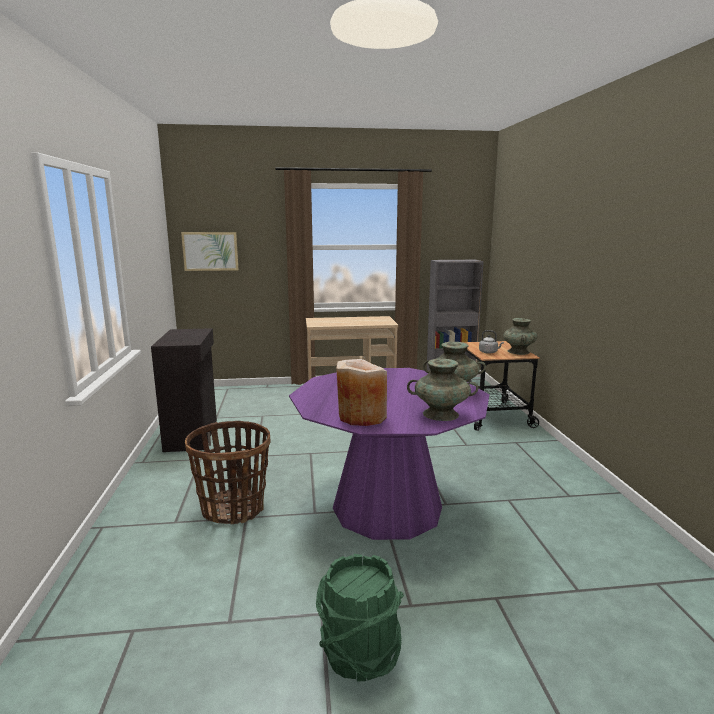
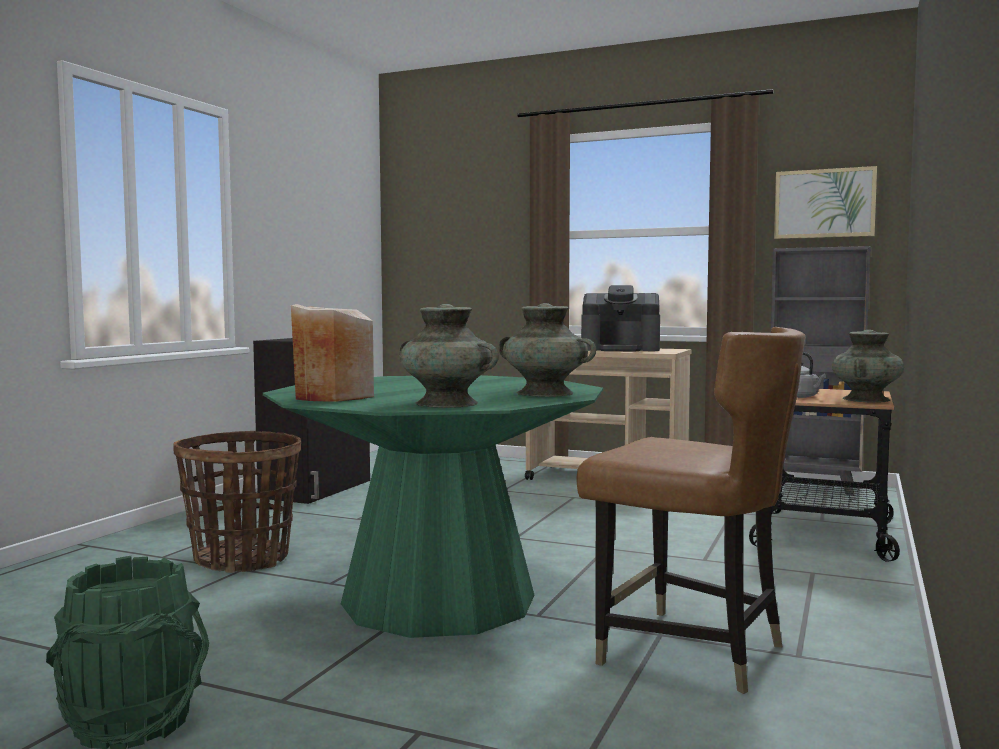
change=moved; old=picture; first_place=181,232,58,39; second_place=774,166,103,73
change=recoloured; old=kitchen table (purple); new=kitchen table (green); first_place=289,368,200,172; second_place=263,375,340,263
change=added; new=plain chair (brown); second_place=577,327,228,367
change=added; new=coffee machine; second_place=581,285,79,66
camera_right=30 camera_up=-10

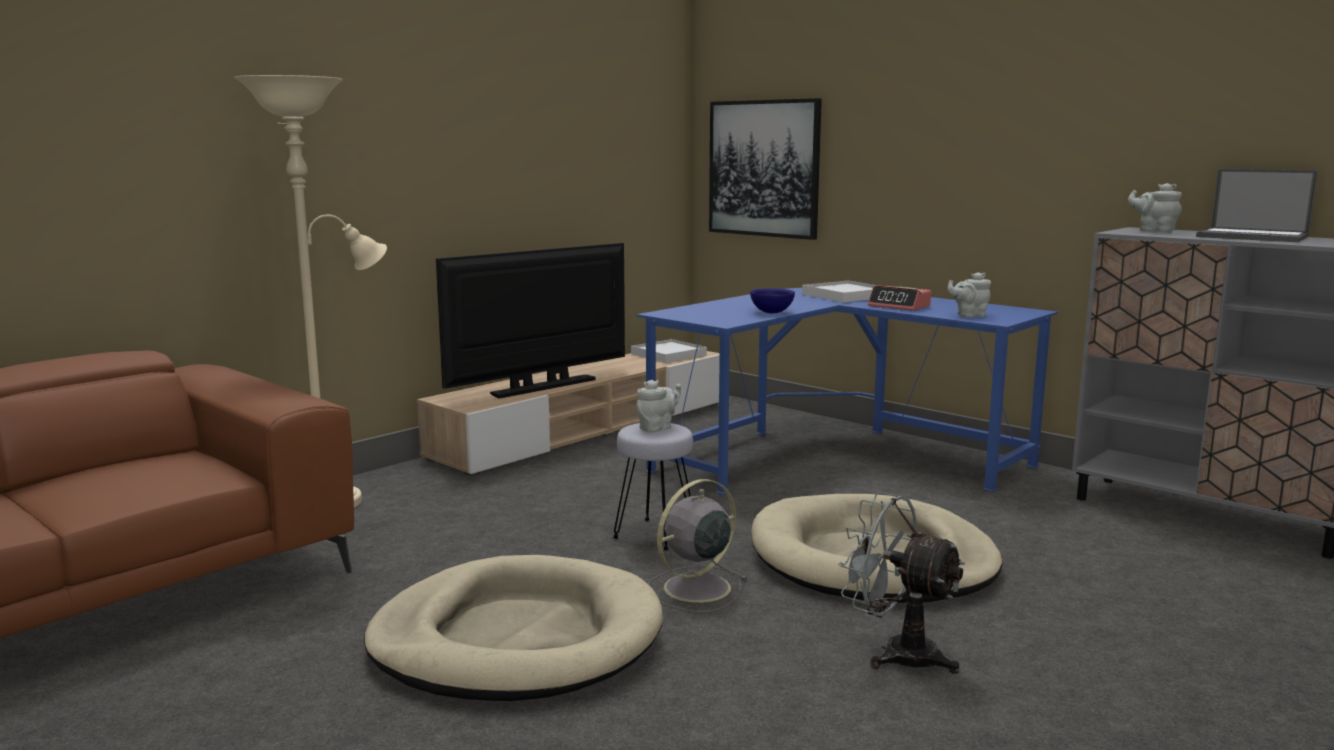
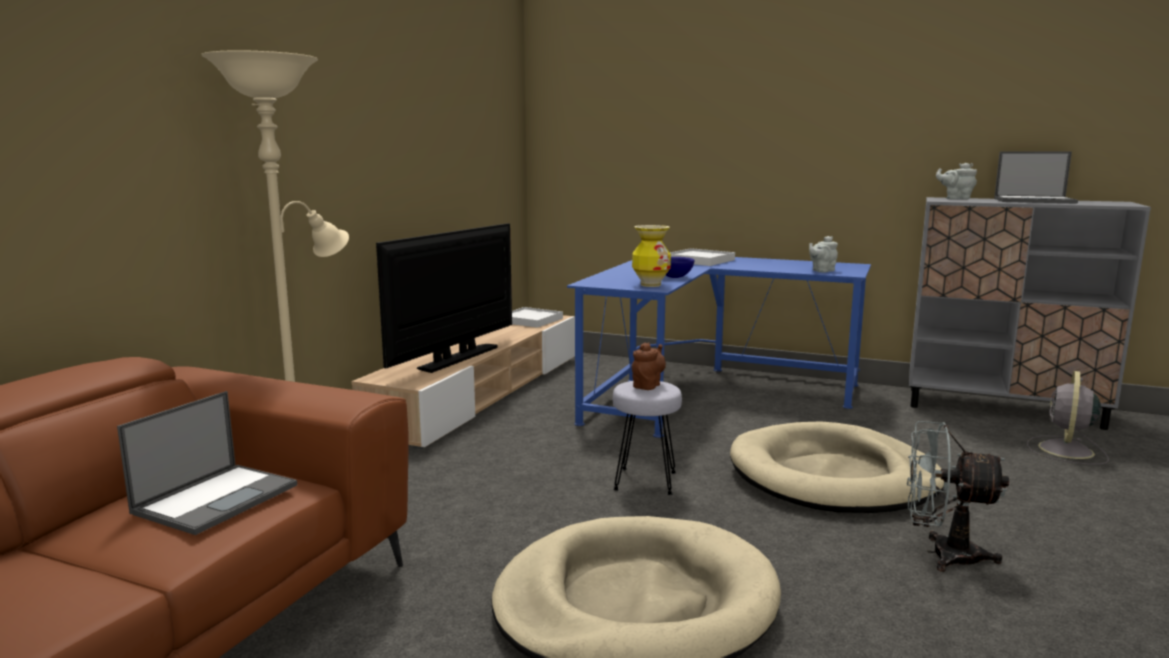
change=recoloured; old=tea pot (gray); new=tea pot (brown); first_place=636,380,45,52; second_place=632,342,34,48
change=moved; old=fan (gray); first_place=648,479,100,133; second_place=1027,371,82,94
change=removed; old=picture; first_place=709,98,113,142
change=removed; old=table clock; first_place=868,285,63,26
change=added; new=laptop; second_place=117,391,180,144
change=added; new=vase; second_place=632,225,39,62
camera_right=-20 camera_up=0

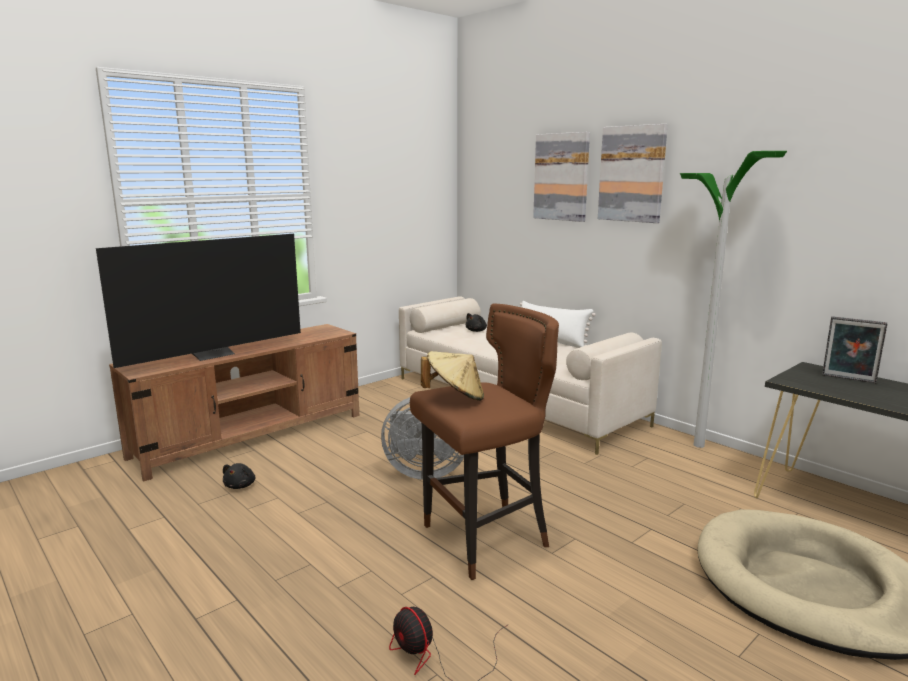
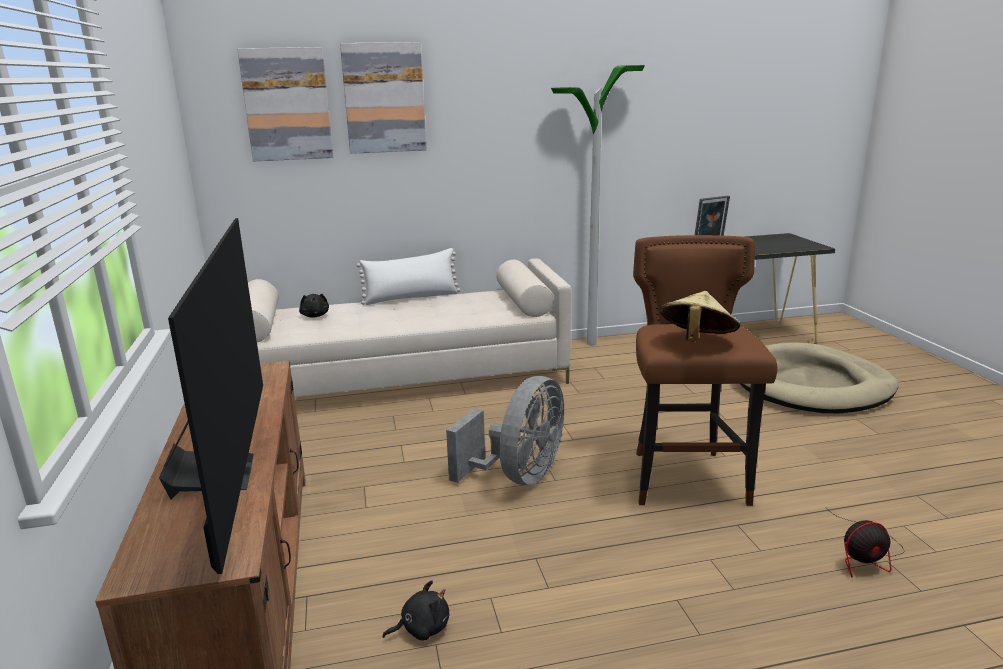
change=turned; old=soft toy (black); first_place=223,463,32,26; second_place=382,580,67,61; degrees=-60
change=moved; old=picture; first_place=598,124,70,99; second_place=237,47,96,114
camera_right=-60 camera_up=5

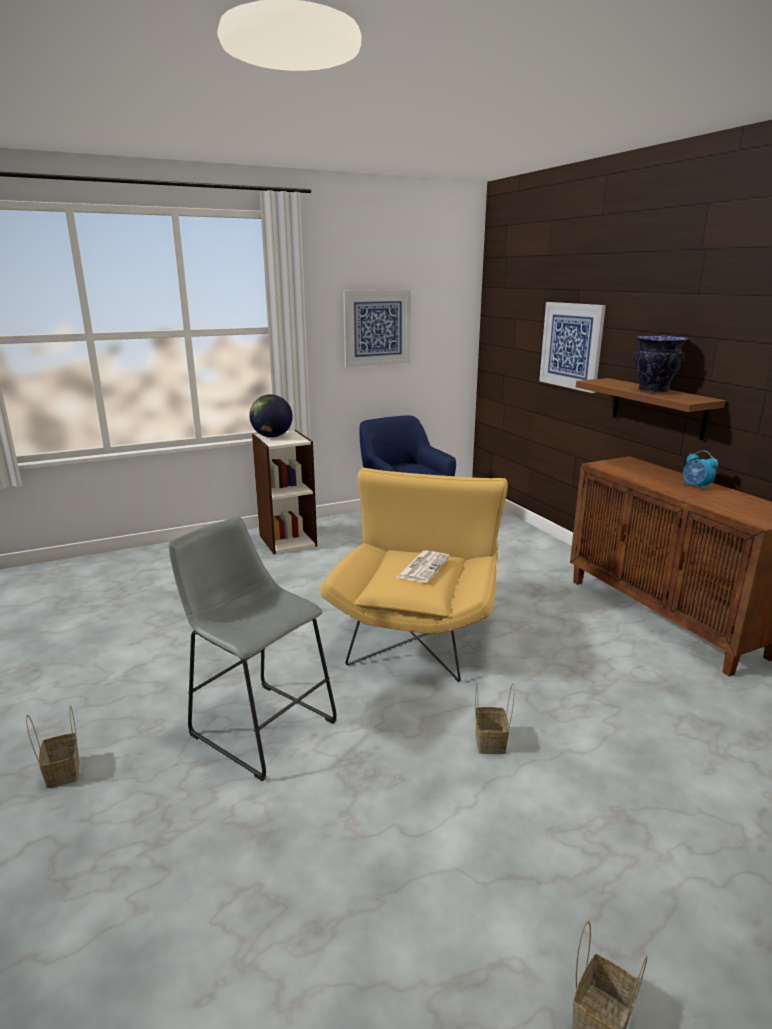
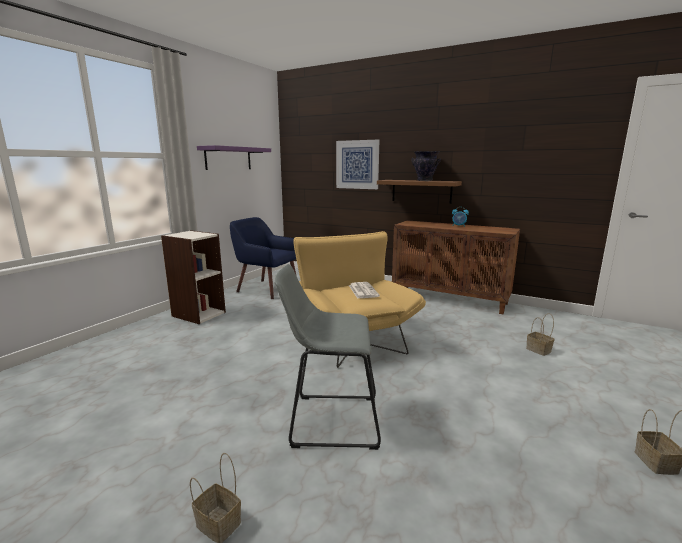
change=removed; old=world globe; first_place=249,394,44,43
change=replaced; old=picture; new=bracket shelf (purple); first_place=343,290,68,77; second_place=197,145,74,25
change=moved; old=basket; first_place=475,683,40,71; second_place=526,313,28,43
camera_right=-35 camera_up=-5

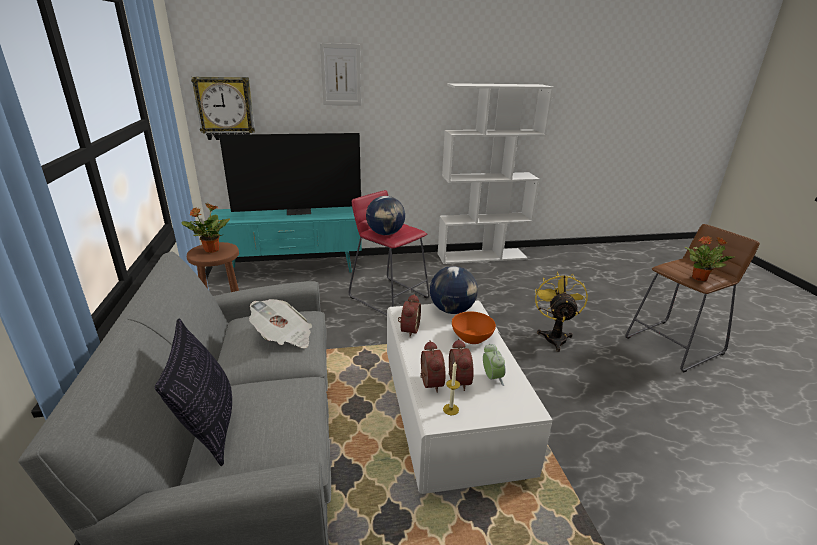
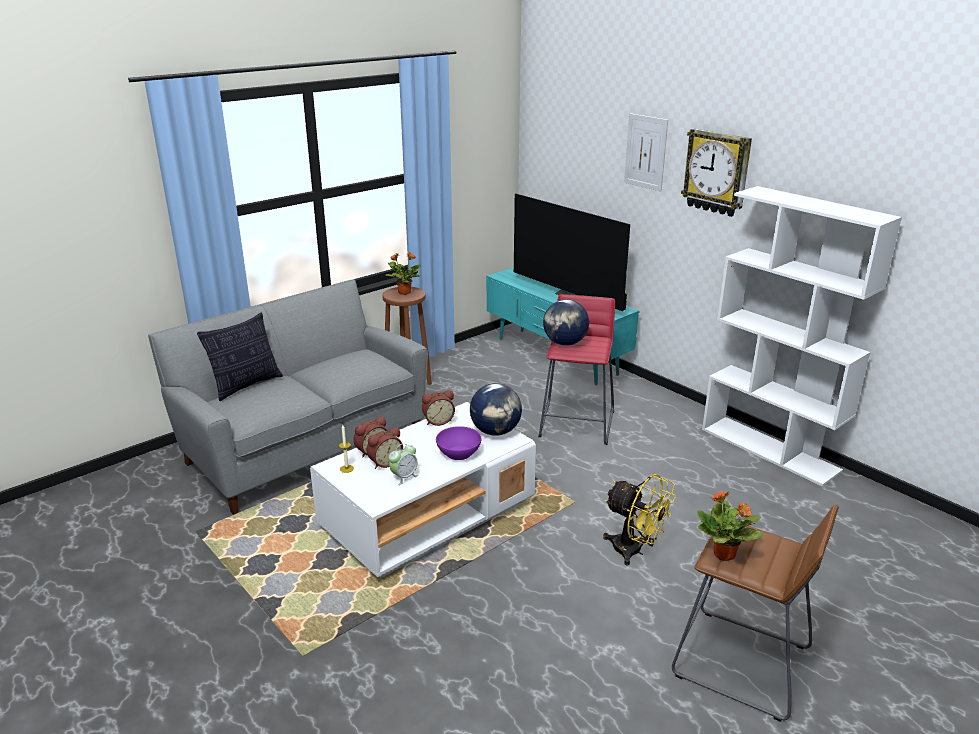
change=moved; old=hanging clock; first_place=191,77,64,63; second_place=681,128,71,89
change=removed; old=daily paper; first_place=249,299,63,49
change=recoloured; old=bowl (orange); new=bowl (purple); first_place=452,311,44,33; second_place=436,426,45,34
change=turned; old=fan (yellow-coloured); first_place=535,272,53,80; second_place=603,474,73,92; degrees=60
camera_right=60 camera_up=0

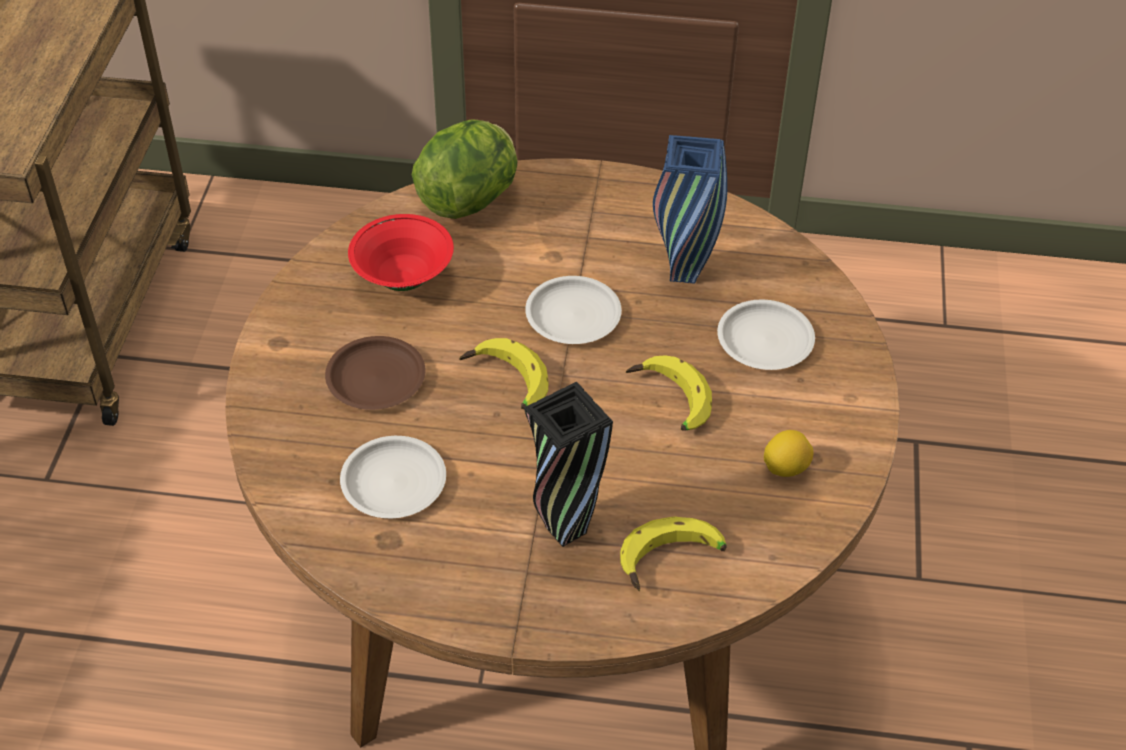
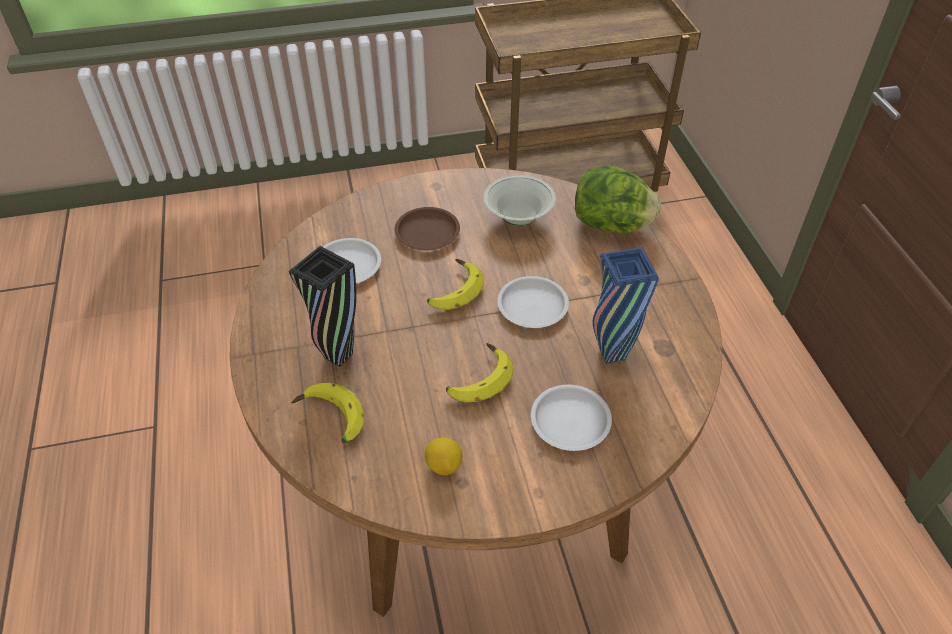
change=recoloured; old=bowl (red-coloured); new=bowl (whitish); first_place=348,214,106,77; second_place=483,175,73,51
camera_right=70 camera_up=0

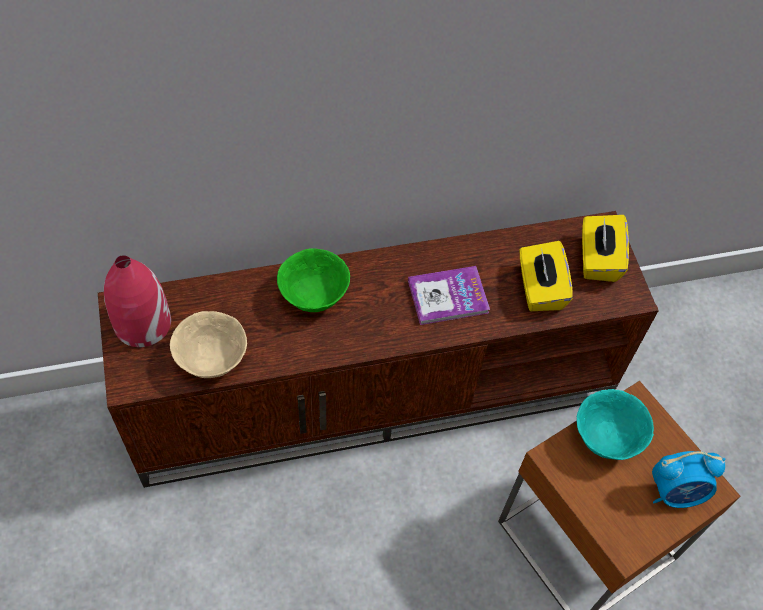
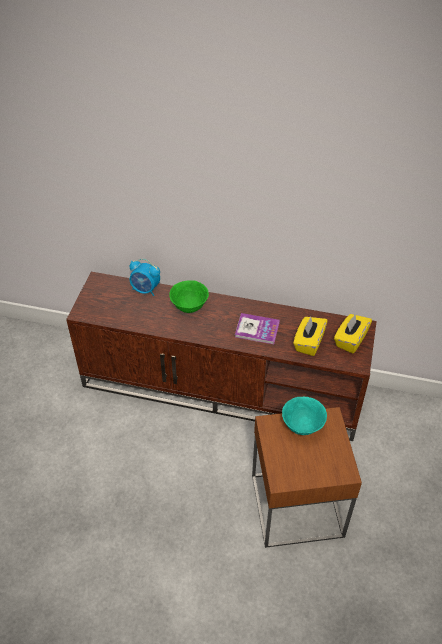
change=removed; old=vase (red-coloured); first_place=104,255,67,92
change=removed; old=bowl (sand-coloured); first_place=170,311,77,67
change=moved; old=table clock; first_place=652,451,73,57; second_place=129,259,31,37
camera_right=30 camera_up=-10

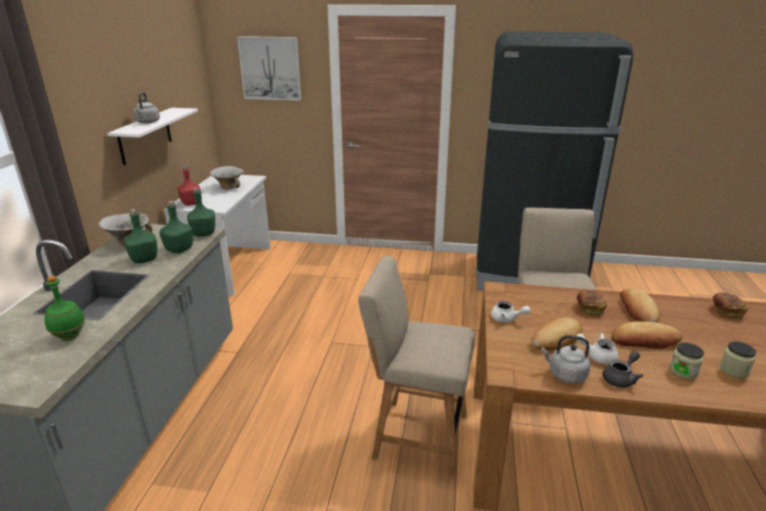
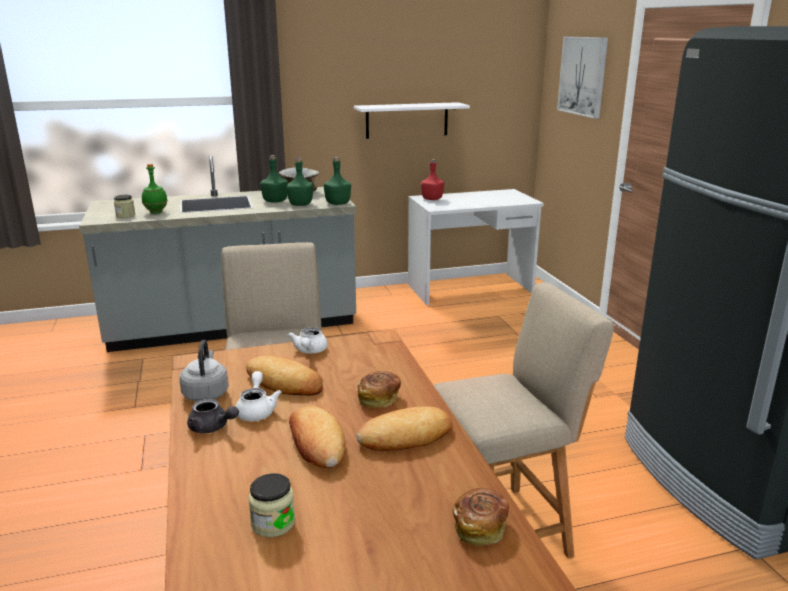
change=removed; old=kettle (gray); first_place=134,92,26,32
change=removed; old=bowl; first_place=210,166,34,24
change=moved; old=jar; first_place=670,343,34,36; second_place=114,195,21,23
camera_right=65 camera_up=-5

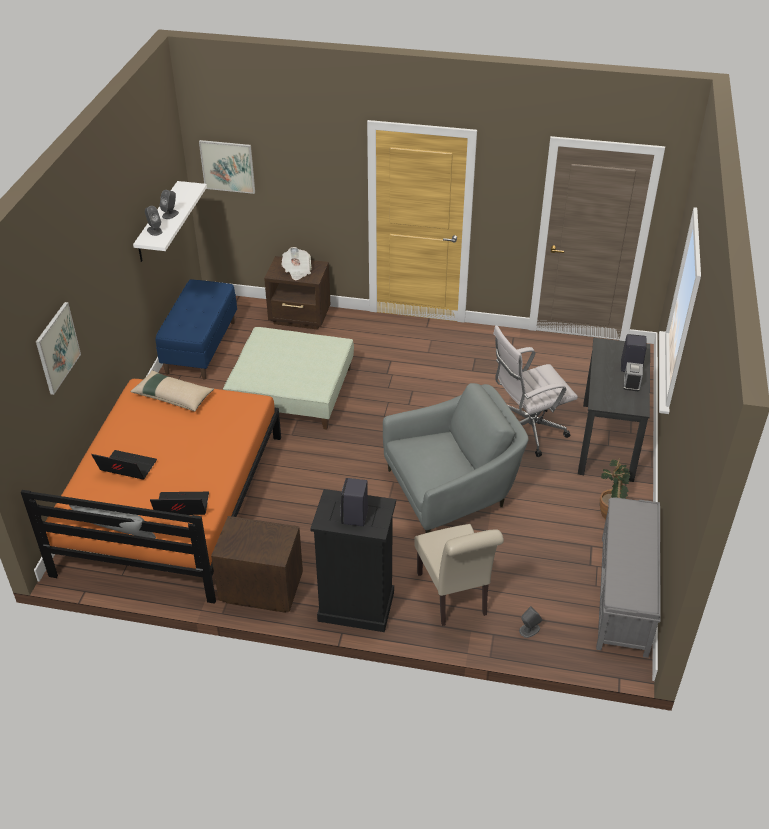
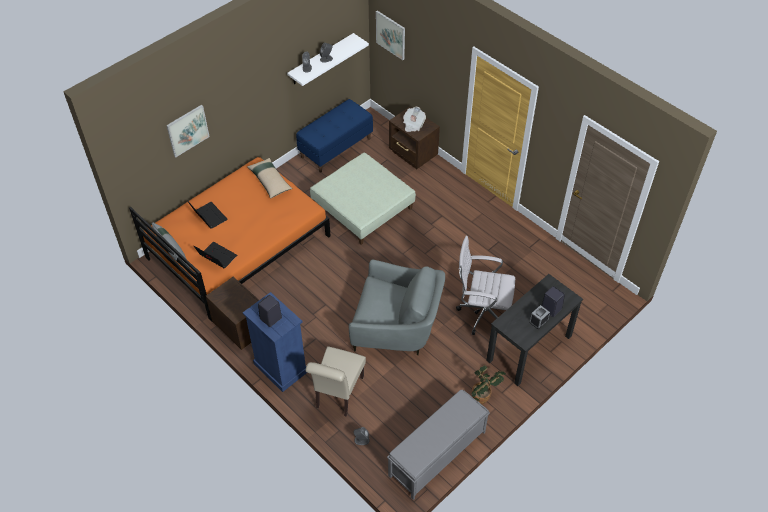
change=recoloured; old=dresser (black); new=dresser (blue); first_place=310,489,86,143; second_place=243,292,64,100
camera_right=35 camera_up=10

